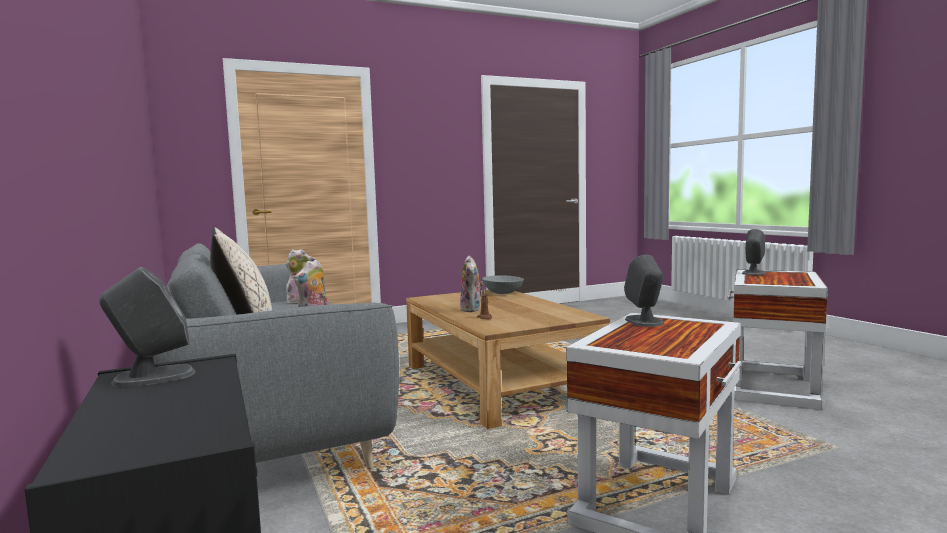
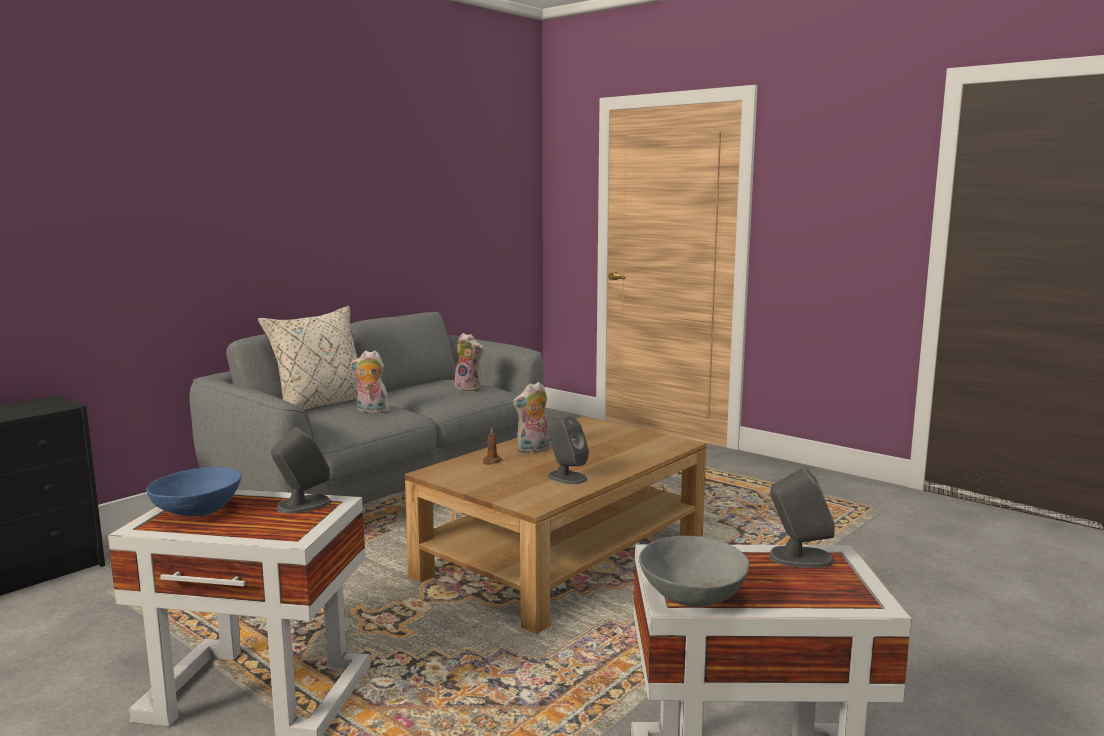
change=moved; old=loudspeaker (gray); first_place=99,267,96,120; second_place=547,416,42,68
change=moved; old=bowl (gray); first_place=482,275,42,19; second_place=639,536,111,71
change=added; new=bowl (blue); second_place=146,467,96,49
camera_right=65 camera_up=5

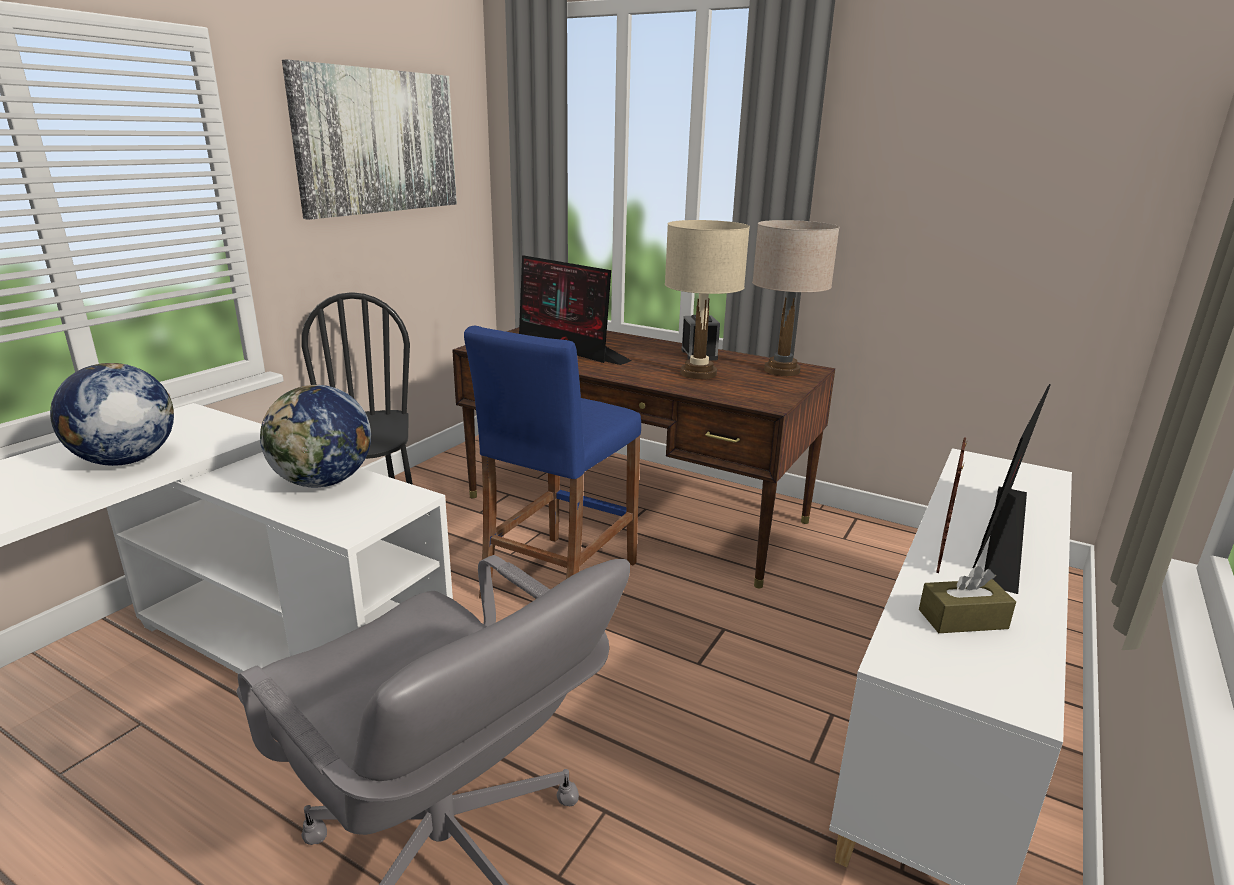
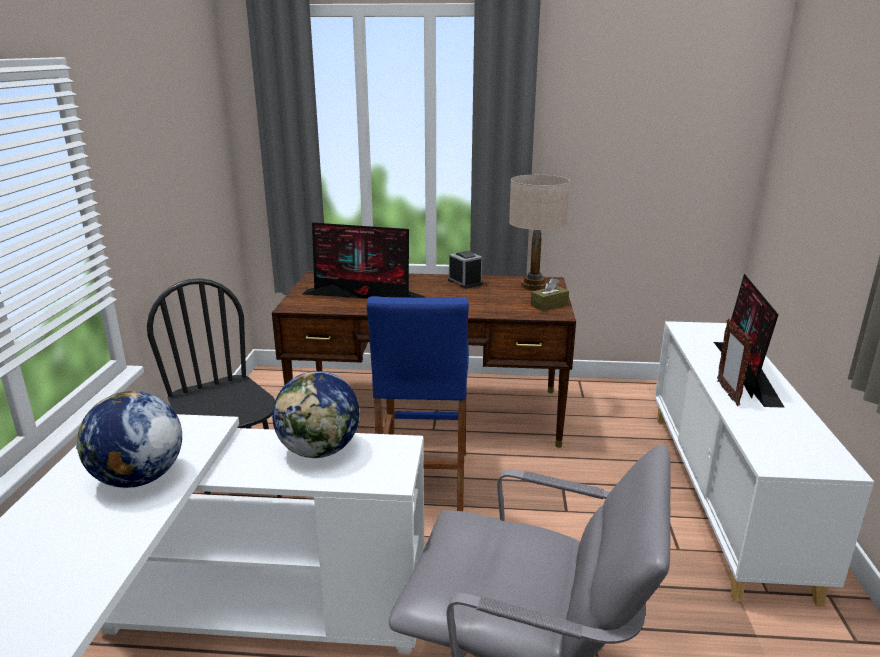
change=removed; old=picture; first_place=282,60,175,160
change=removed; old=lamp for a table (sand-coloured); first_place=665,220,85,159
change=moved; old=tissue box (brown); first_place=919,566,97,67; second_place=531,278,38,33
camera_right=-25 camera_up=0

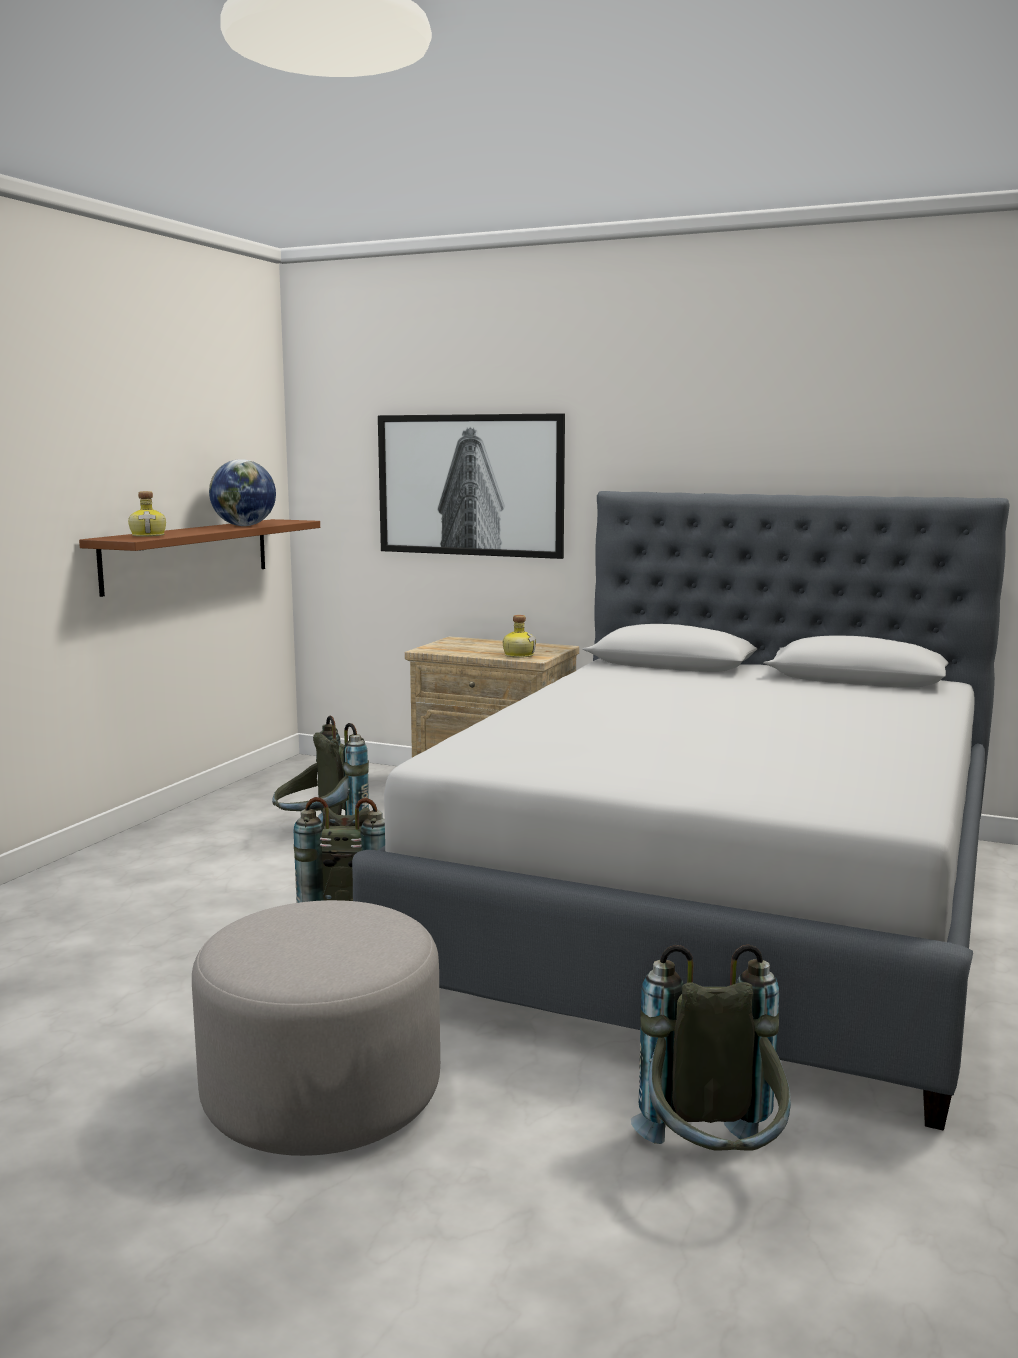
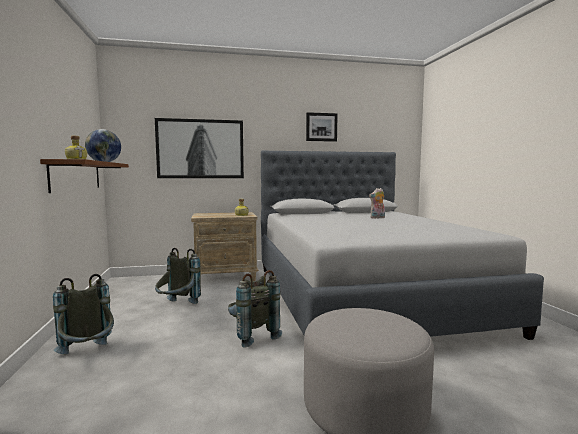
change=moved; old=backpack (gray); first_place=631,944,160,207; second_place=53,274,61,80
change=added; new=picture; second_place=306,112,31,30
change=added; new=soft toy; second_place=369,188,16,31
camera_right=-35 camera_up=-5

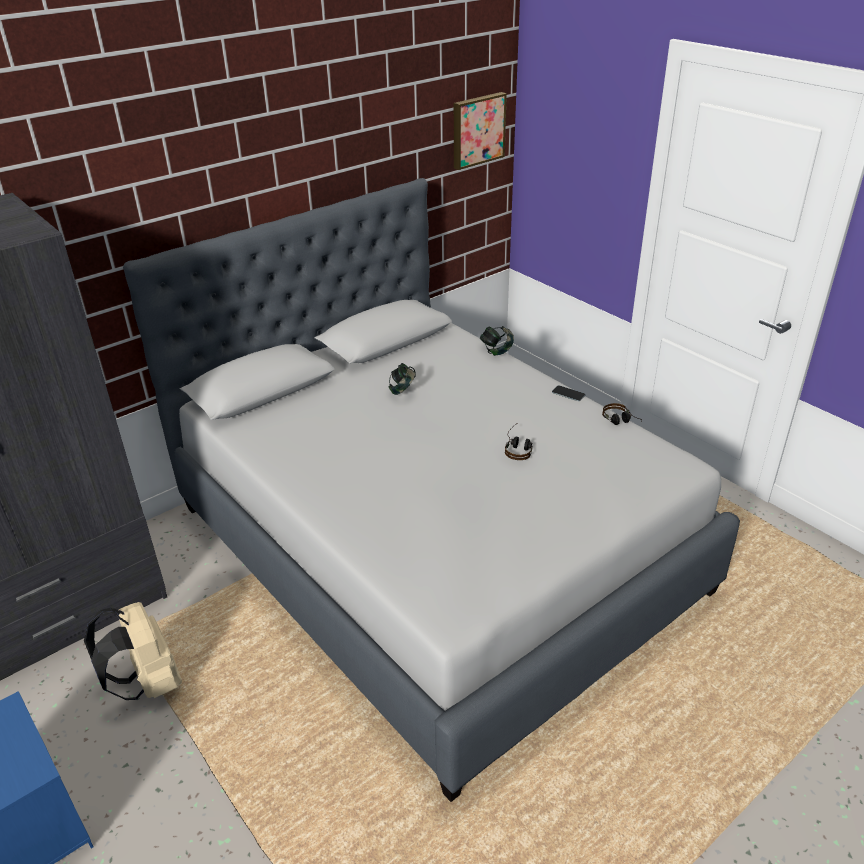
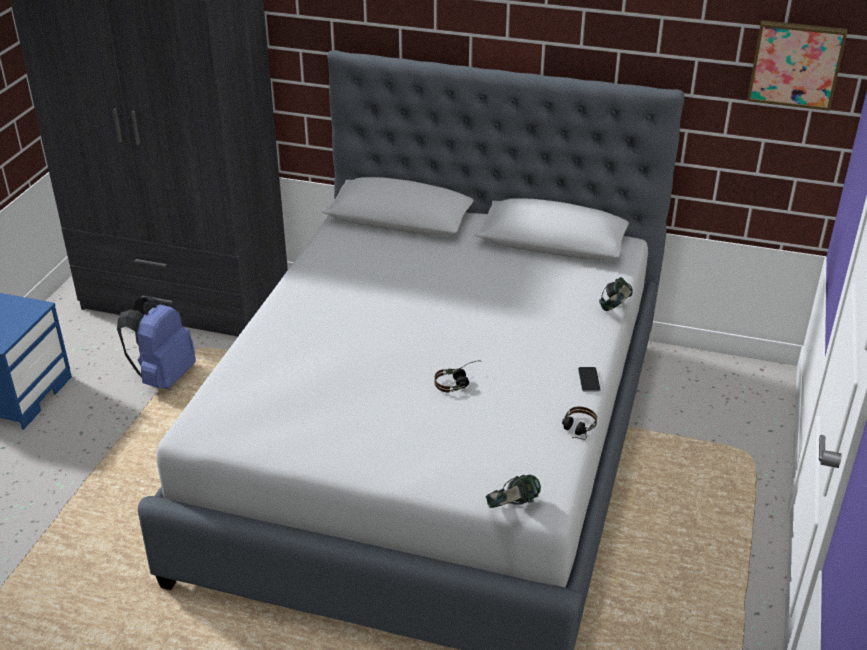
change=recoloured; old=backpack (sand-coloured); new=backpack (blue); first_place=84,602,98,98; second_place=117,296,79,93
change=moved; old=headset; first_place=389,363,27,32; second_place=486,475,55,33
camera_right=55 camera_up=0

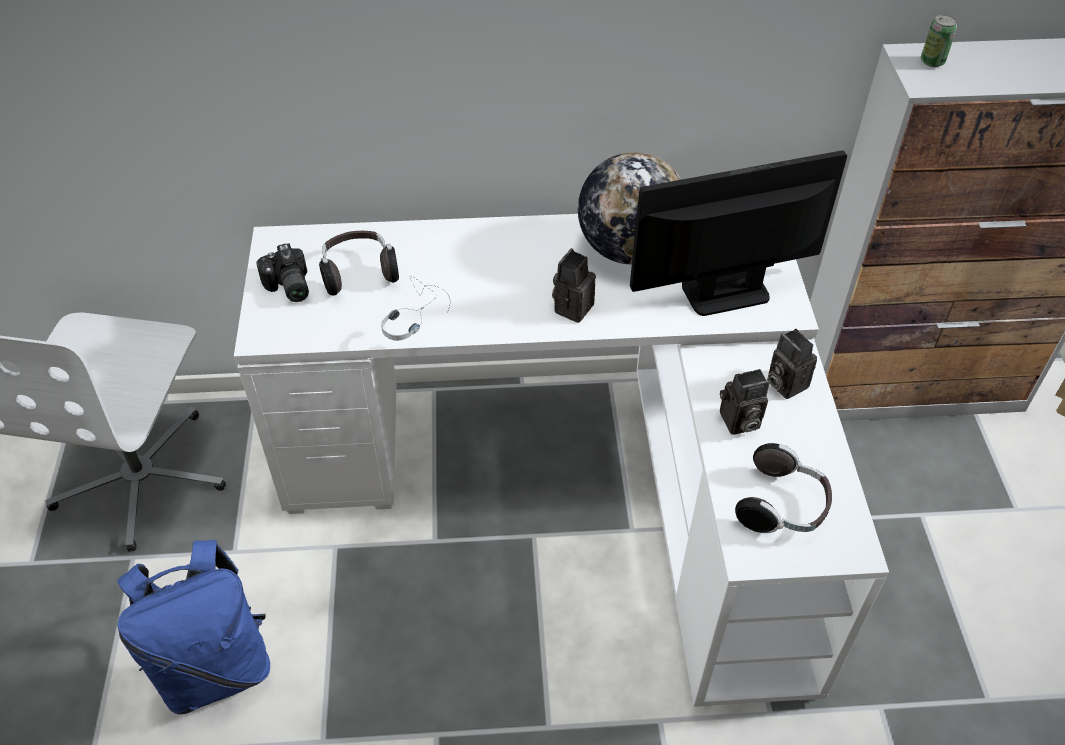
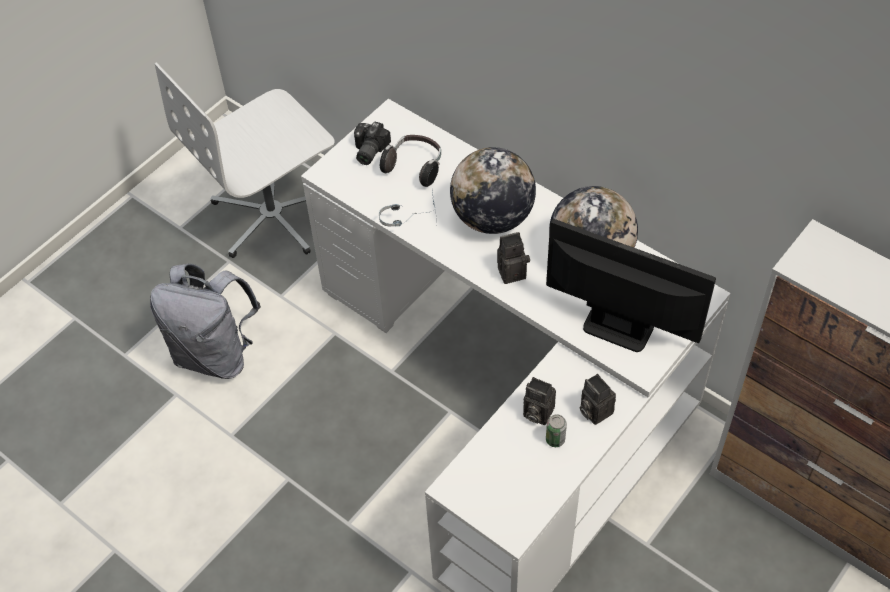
change=recoloured; old=backpack (blue); new=backpack (gray); first_place=117,540,153,174; second_place=150,263,111,116
change=removed; old=headset; first_place=735,443,97,90
change=turned; old=photo camera; first_place=767,329,50,70; second_place=580,374,36,51; degrees=-45
change=moved; old=metal can; first_place=921,14,36,53; second_place=546,414,21,33
change=added; new=world globe; second_place=450,147,86,87
camera_right=45 camera_up=5

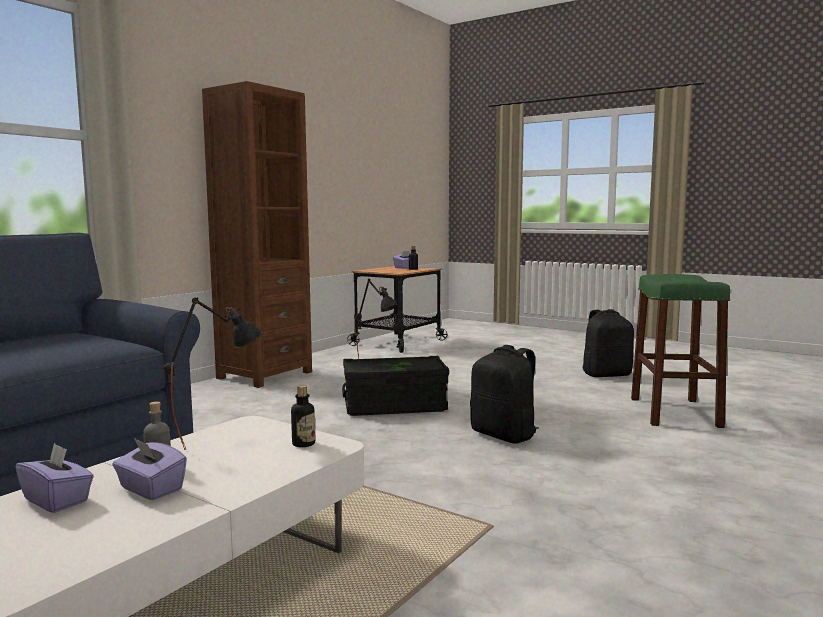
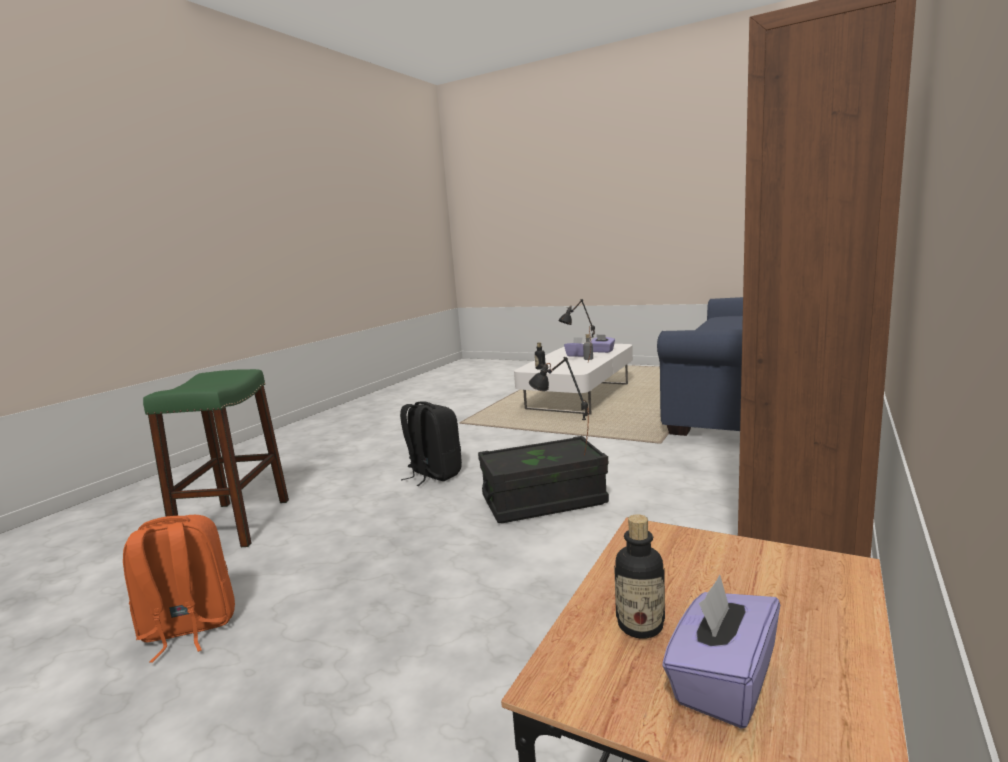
change=recoloured; old=backpack (black); new=backpack (orange); first_place=582,309,52,68; second_place=123,515,112,148
camera_right=175 camera_up=5

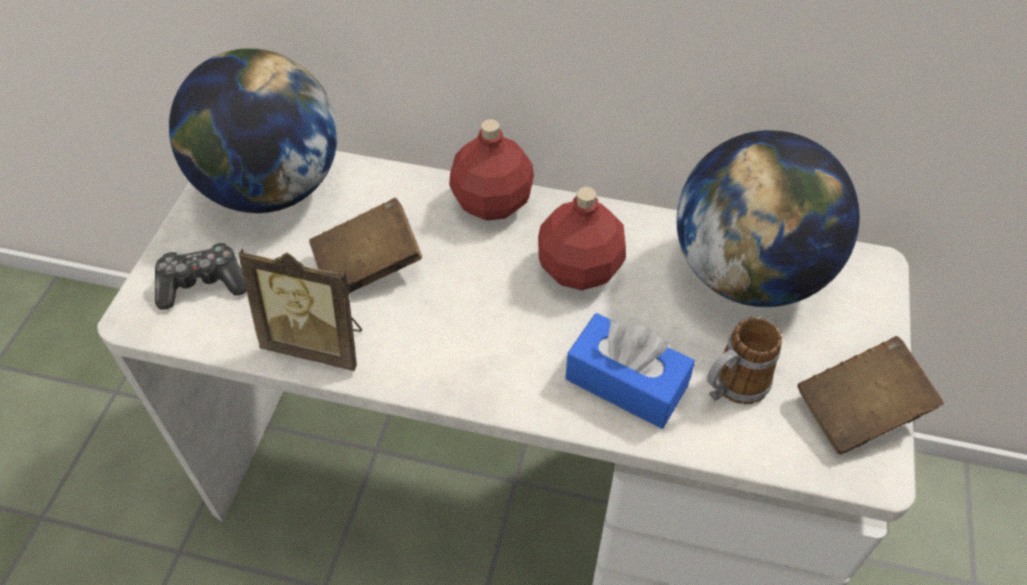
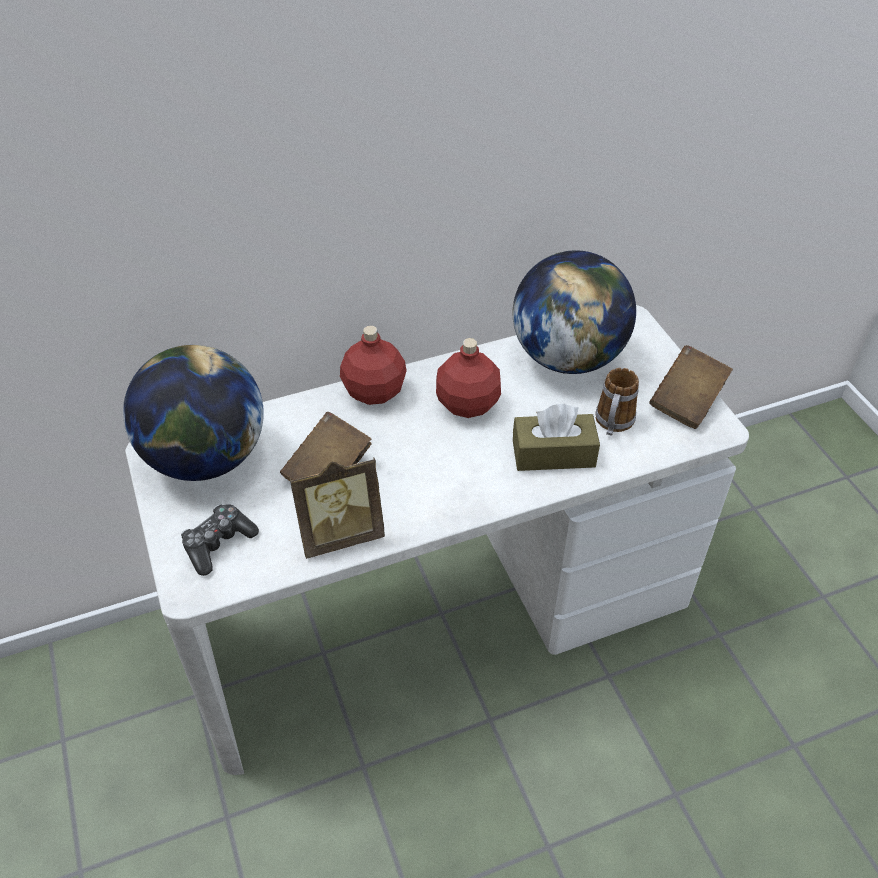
change=recoloured; old=tissue box (blue); new=tissue box (brown); first_place=566,313,129,116; second_place=513,404,87,67
camera_right=-35 camera_up=-5

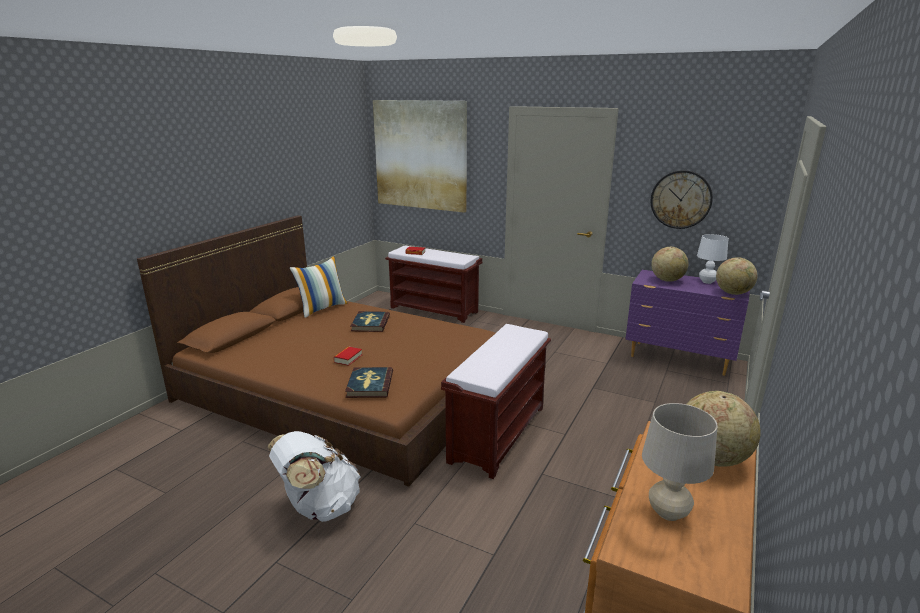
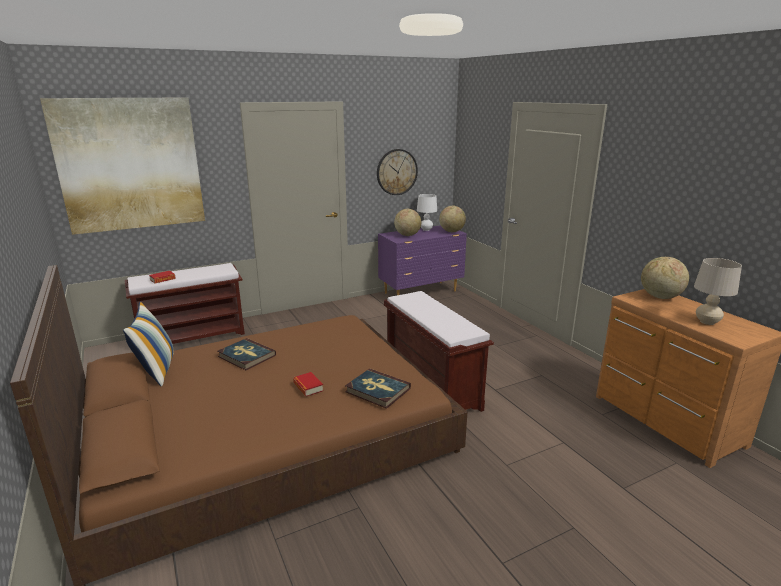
change=removed; old=backpack (whitish); first_place=268,431,93,91
camera_right=-55 camera_up=0

